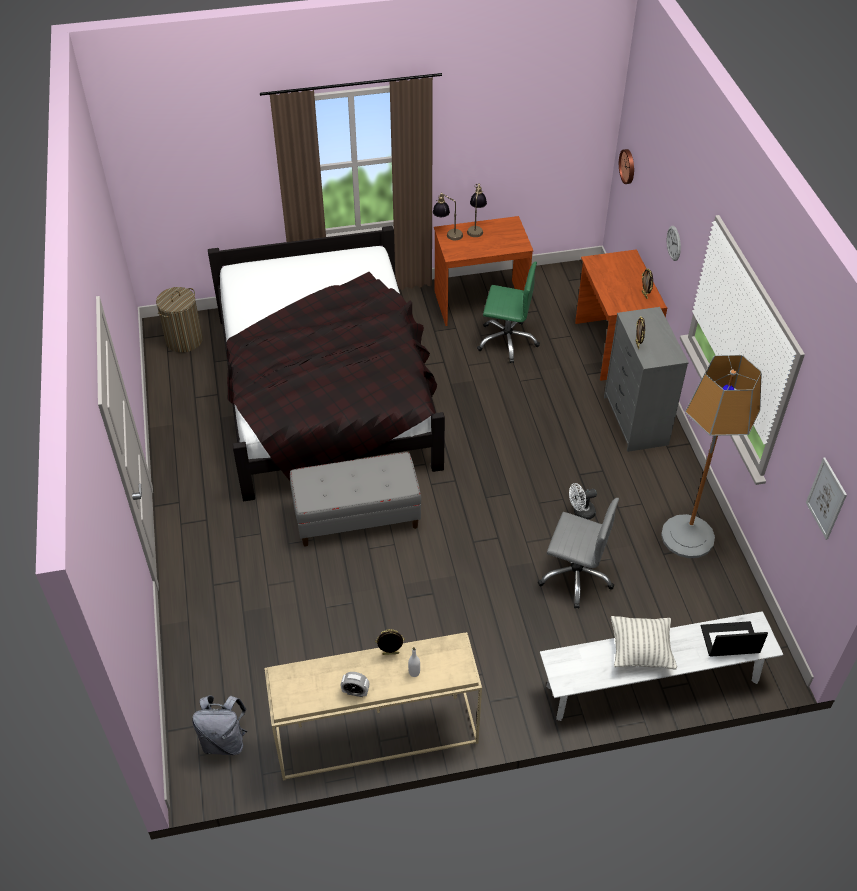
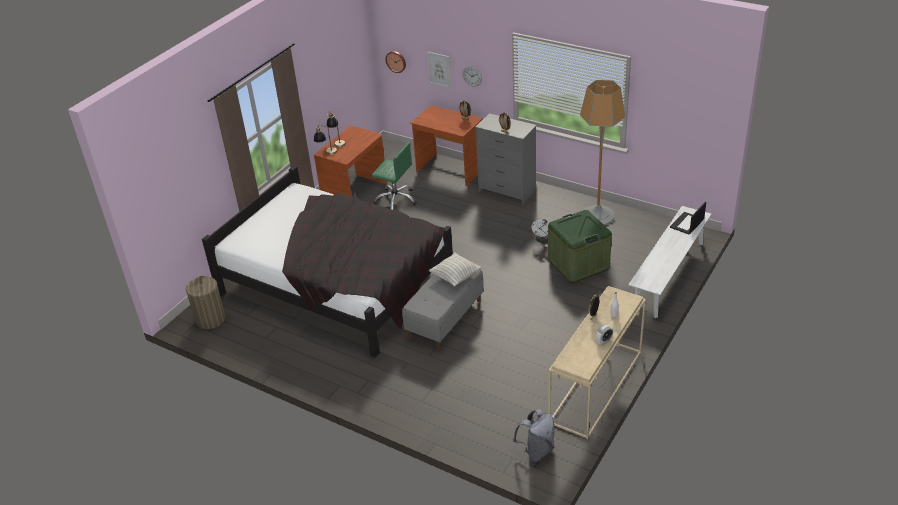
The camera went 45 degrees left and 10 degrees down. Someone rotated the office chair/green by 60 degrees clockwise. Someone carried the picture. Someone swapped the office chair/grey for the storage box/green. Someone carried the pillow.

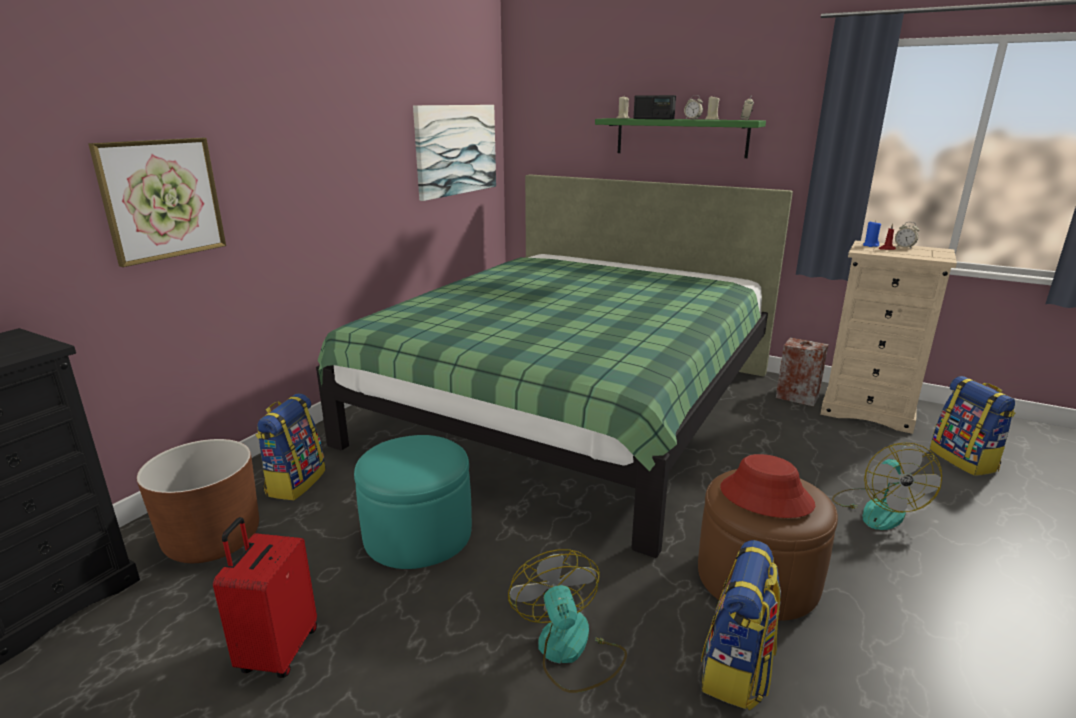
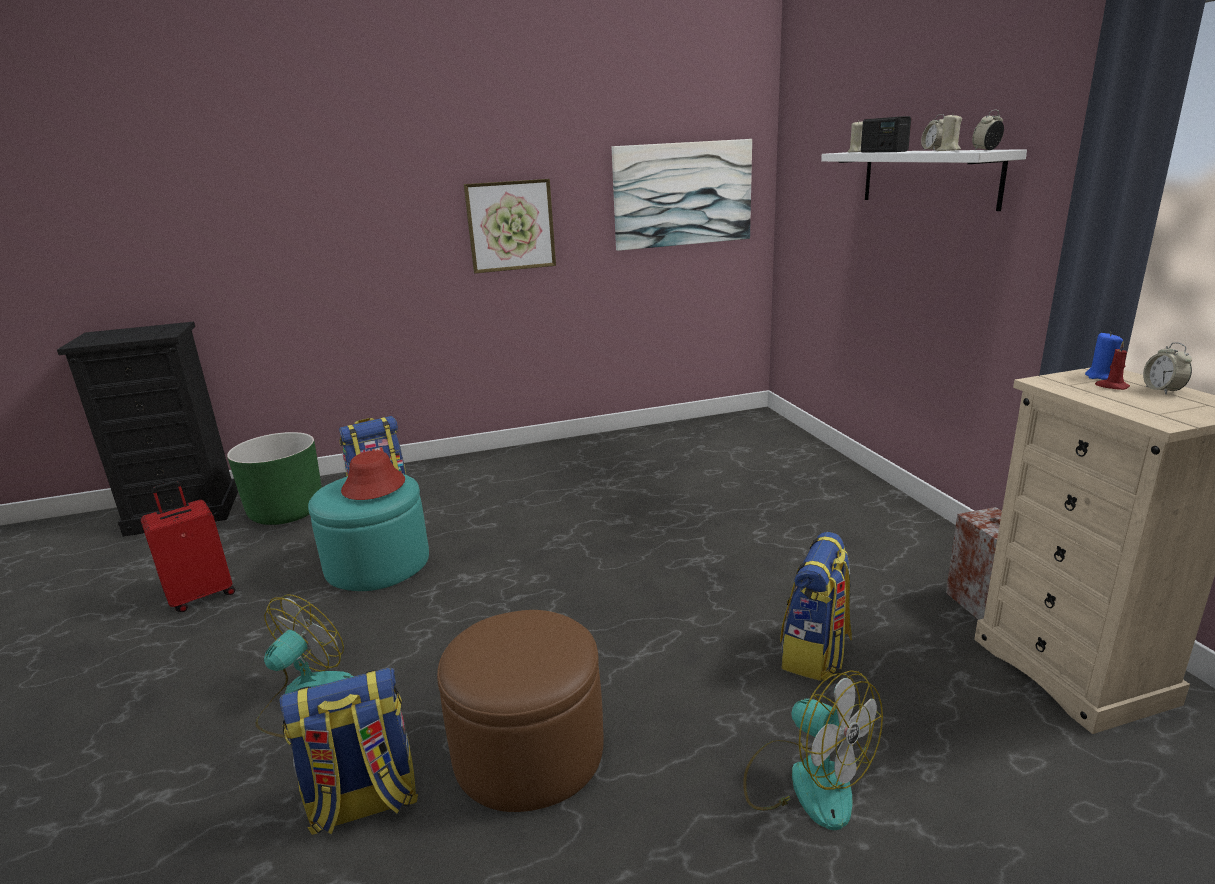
The camera went 45 degrees right and 0 degrees up. Someone repainted the shelf/green, which became the shelf/white. Someone carried the picture (1st from left). Someone took away the bed/green. Someone carried the backpack (3rd from left). Someone repainted the planter/brown, which became the planter/green. Someone rotated the fan (2nd from left) by 90 degrees counterclockwise. Someone carried the hat/red.

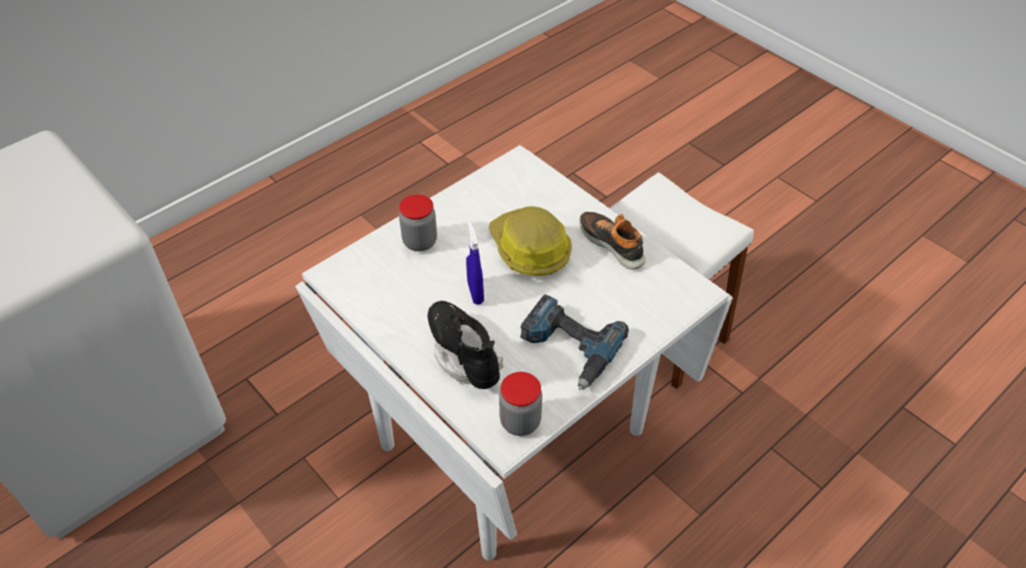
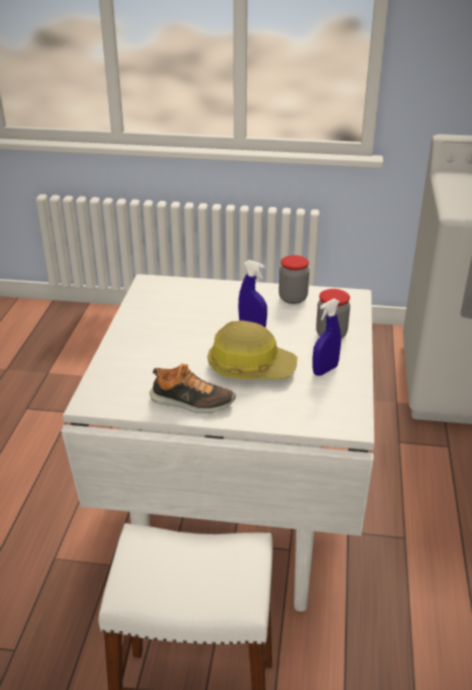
The camera went 140 degrees right and 15 degrees down. Someone took away the power drill. Someone took away the boot/black. Someone carried the jar (2nd from left in the first image). Someone put down the spray bottle/blue (2nd from left).

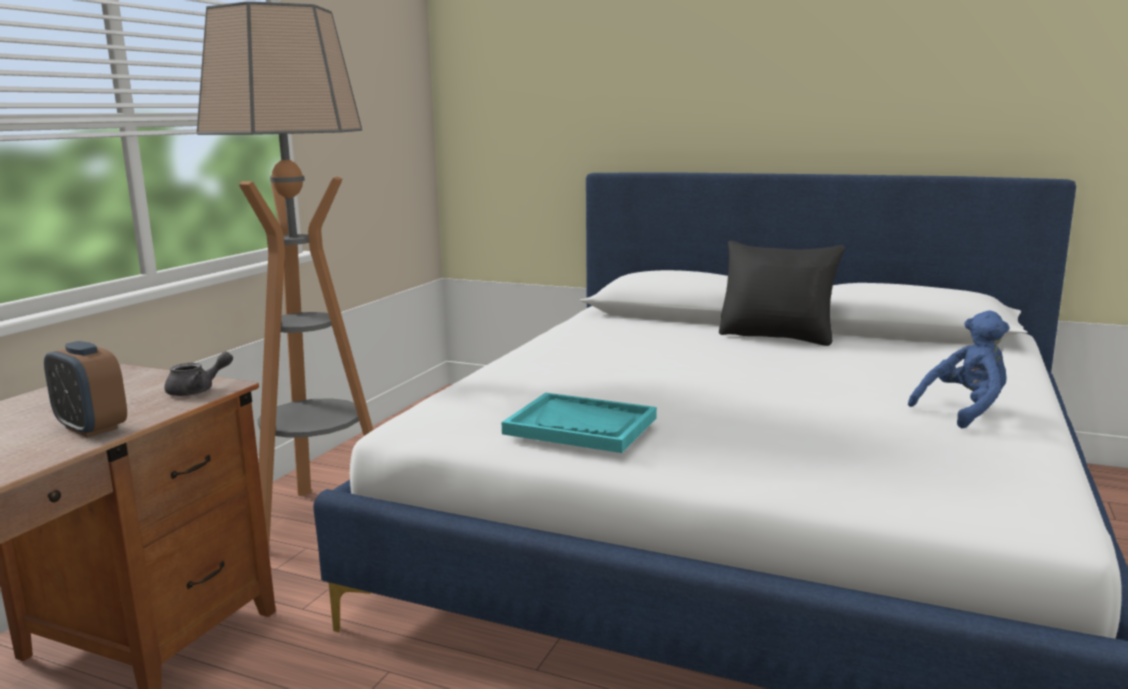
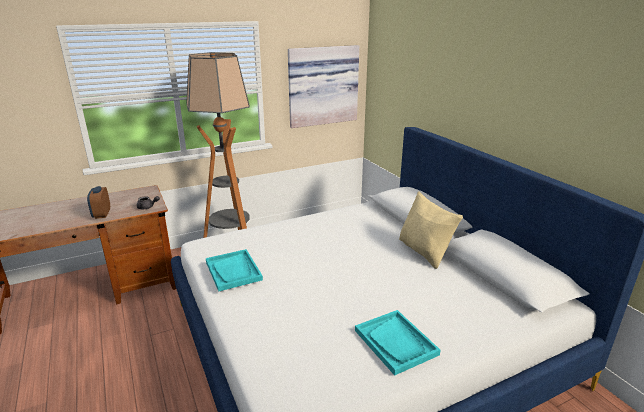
The camera went 40 degrees right and 10 degrees up. Someone repainted the pillow/black, which became the pillow/beige. Someone swapped the plush toy/blue for the tray/turquoise (2nd from left). Someone put up the picture.

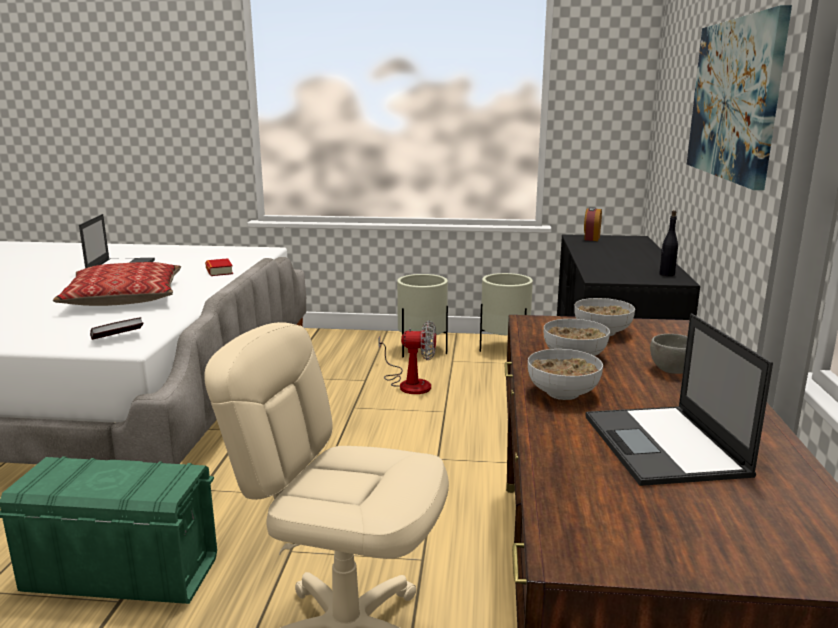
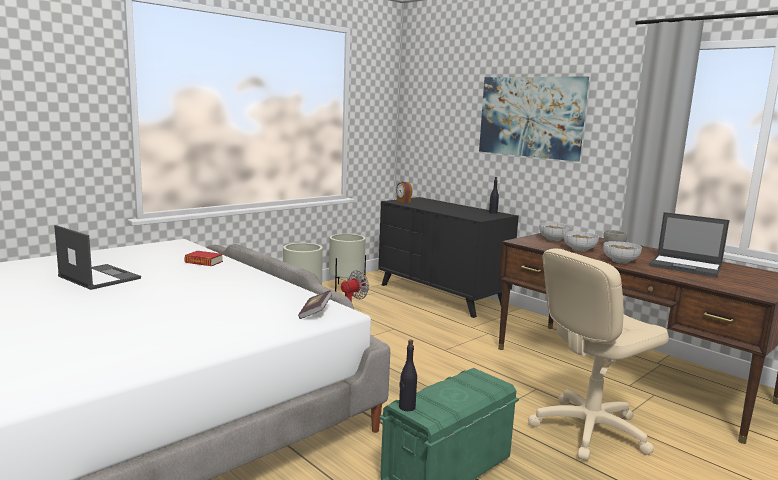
The camera went 50 degrees left and 5 degrees down. Someone took away the pillow. Someone put down the bottle/black (1st from left).

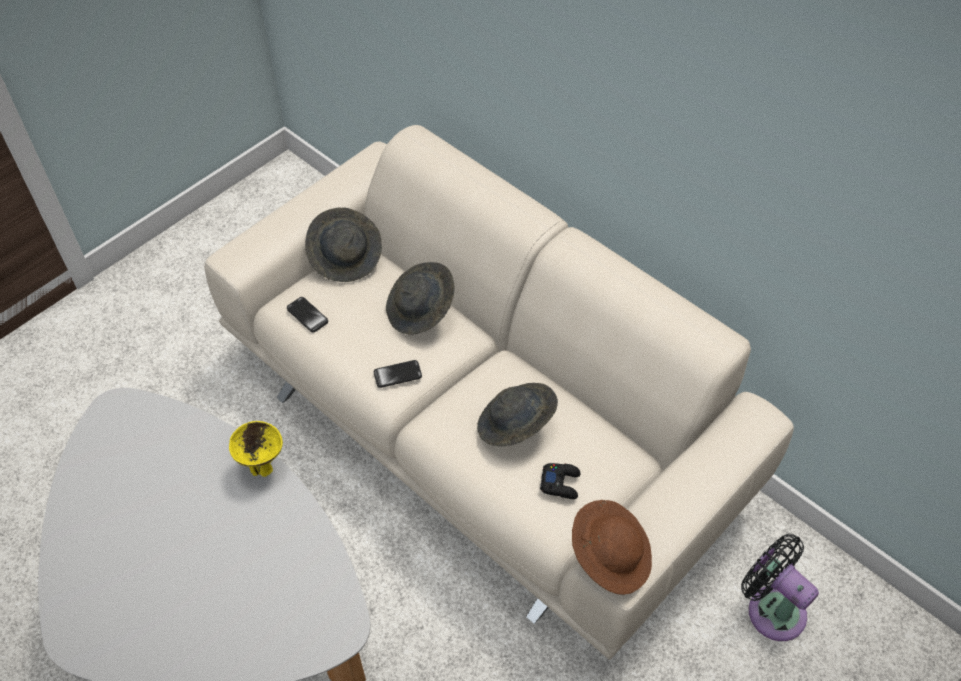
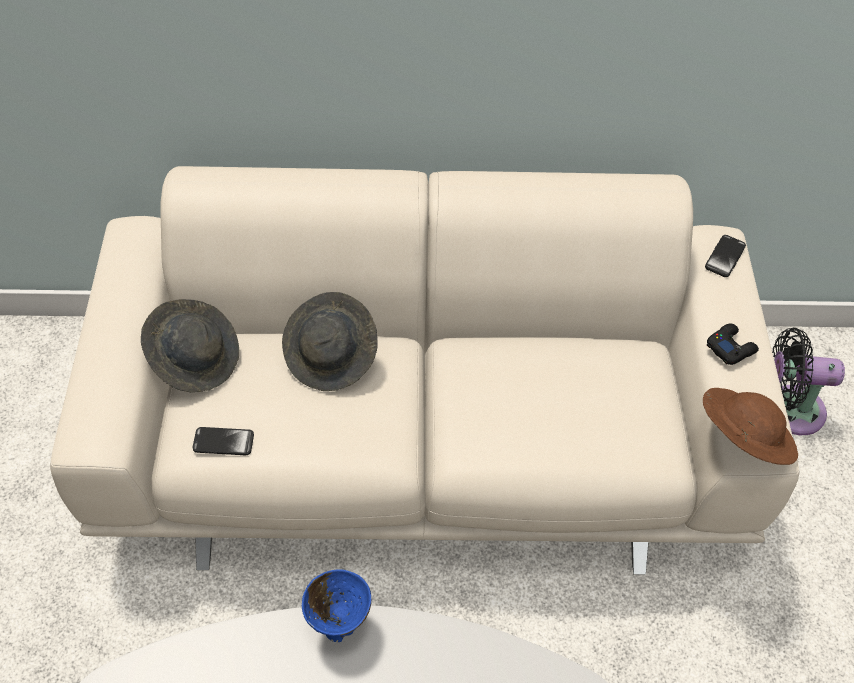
The camera went 45 degrees left and 0 degrees up. Someone carried the phone (2nd from left). Someone took away the hat/grey (3rd from left). Someone repainted the bowl/yellow, which became the bowl/blue. Someone carried the game controller/black.

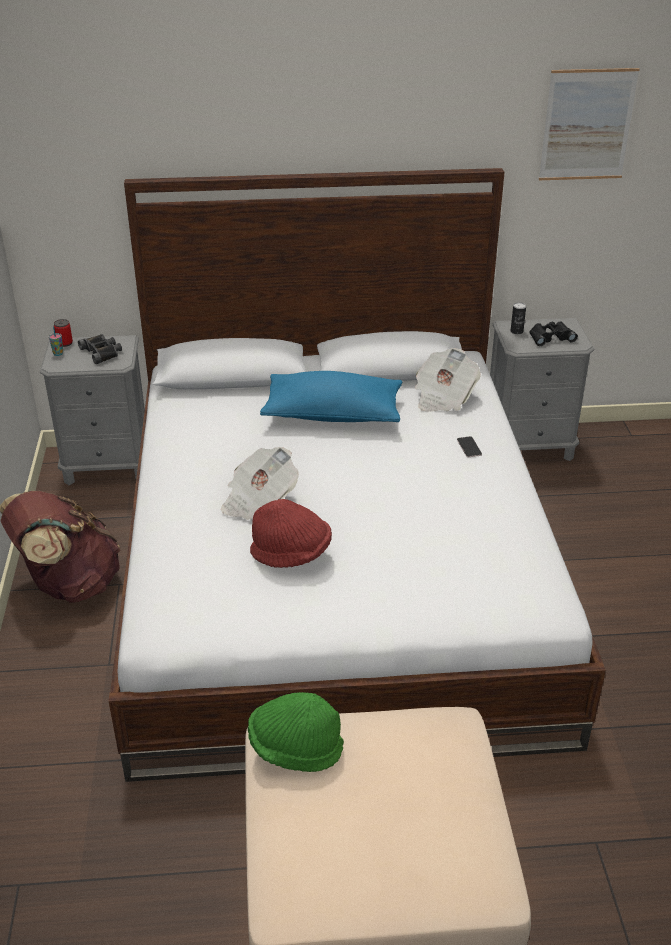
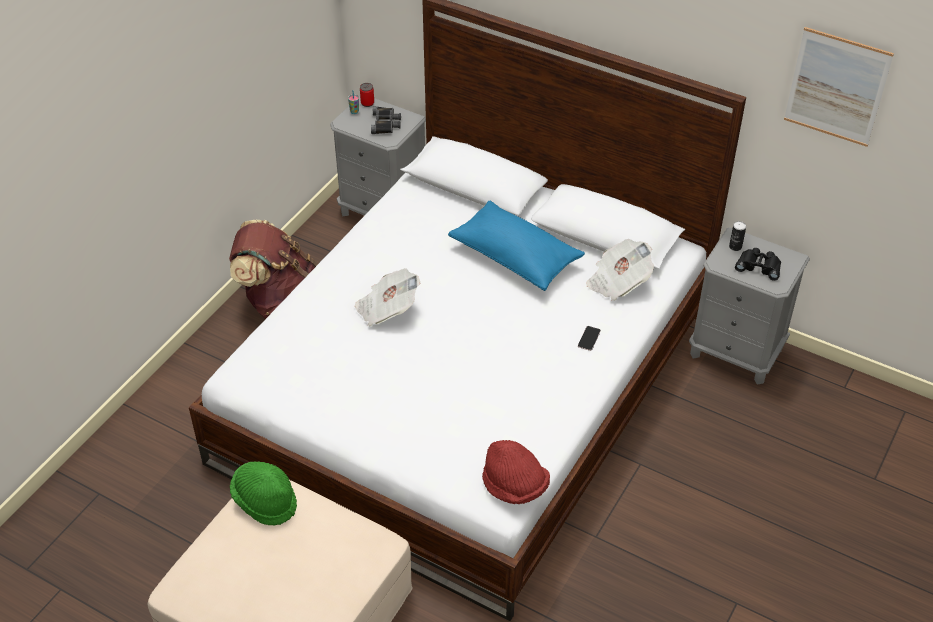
The camera went 35 degrees right and 10 degrees up. Someone carried the hat/red.

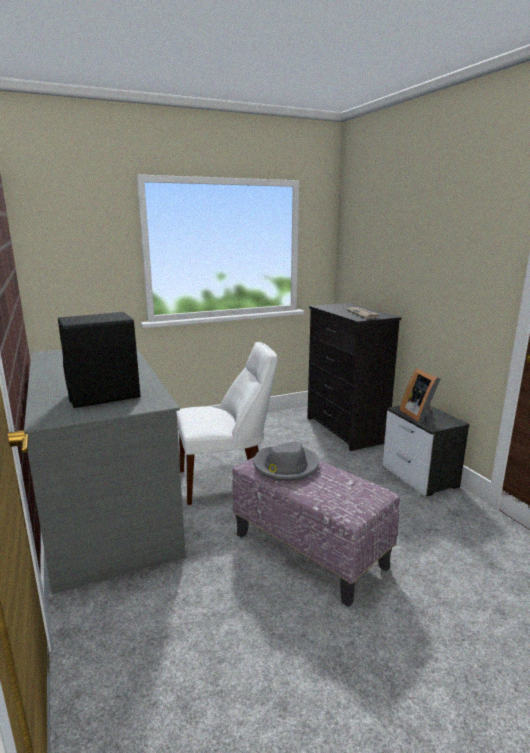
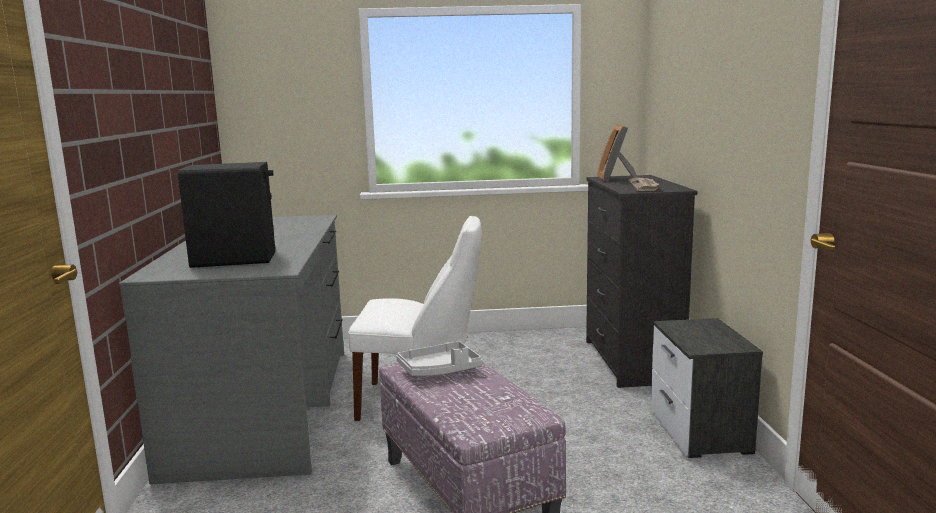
The camera went 20 degrees right and 5 degrees down. Someone carried the picture frame. Someone swapped the hat/grey for the tray/grey.

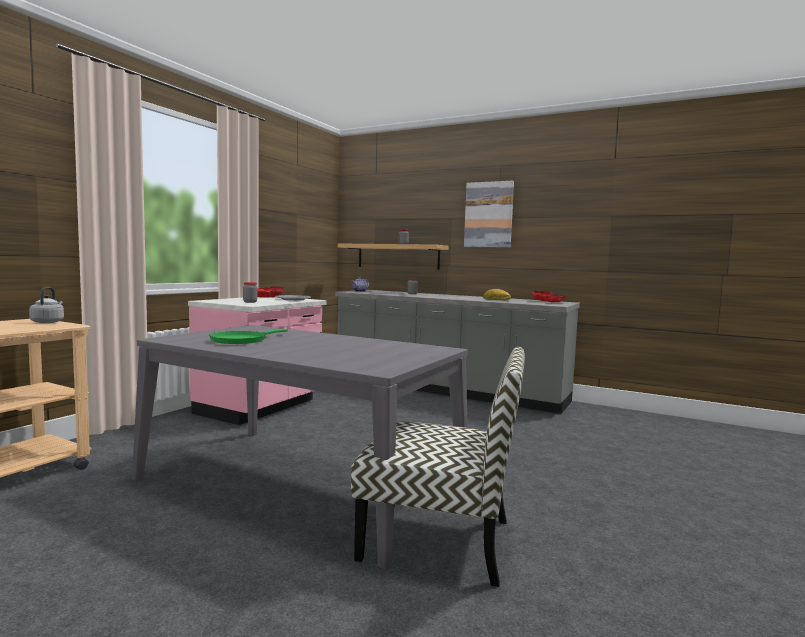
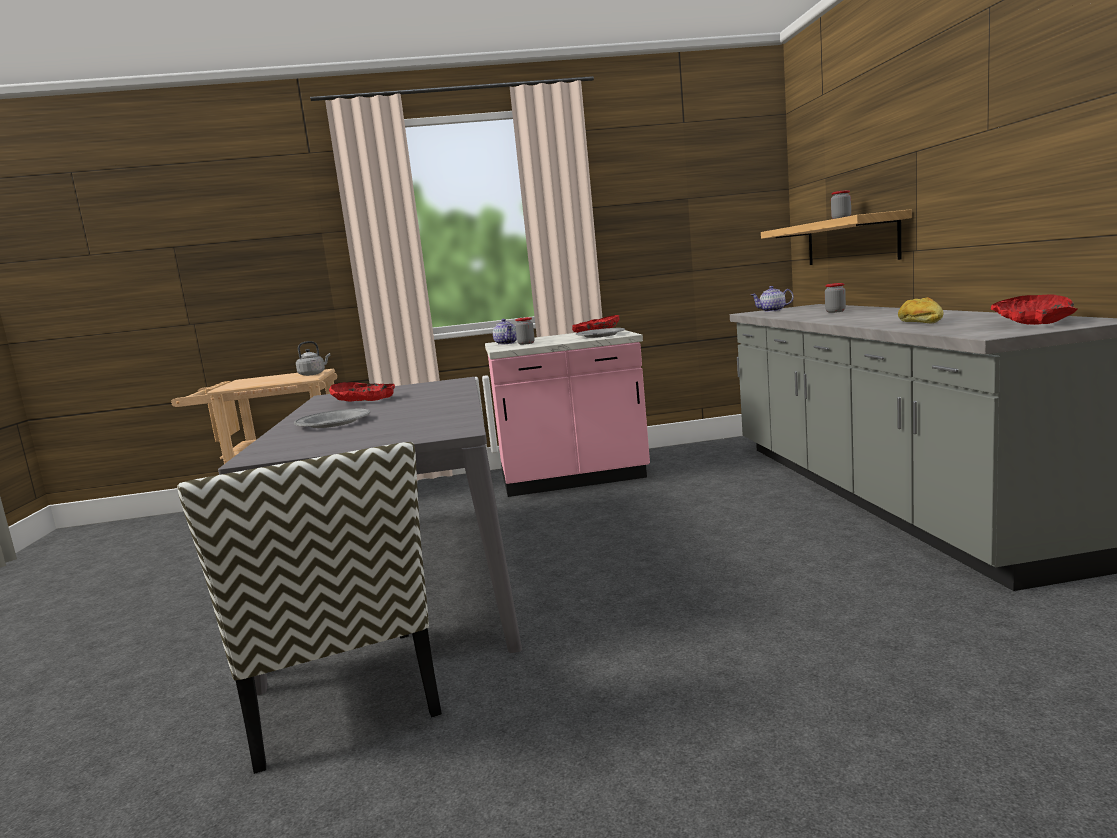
The camera went 55 degrees right and 5 degrees up. Someone took away the picture. Someone swapped the frying pan/green for the bowl/red (1st from left). Someone put down the teapot (1st from left). Someone put down the plate/grey (1st from left).

